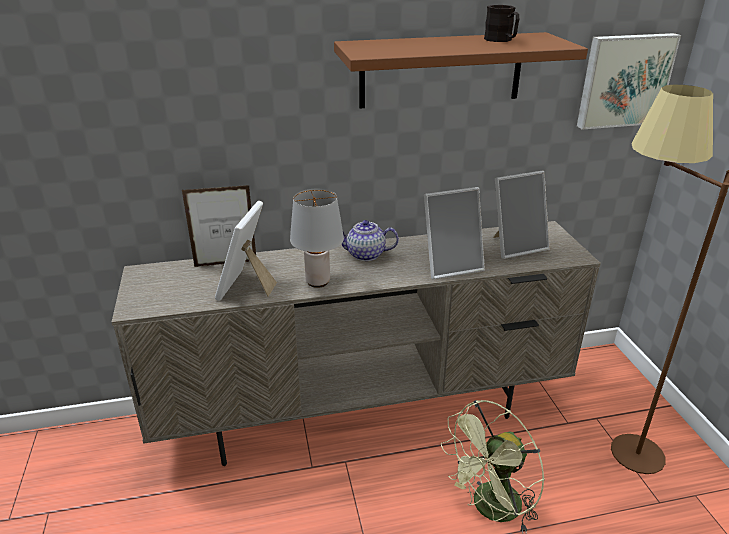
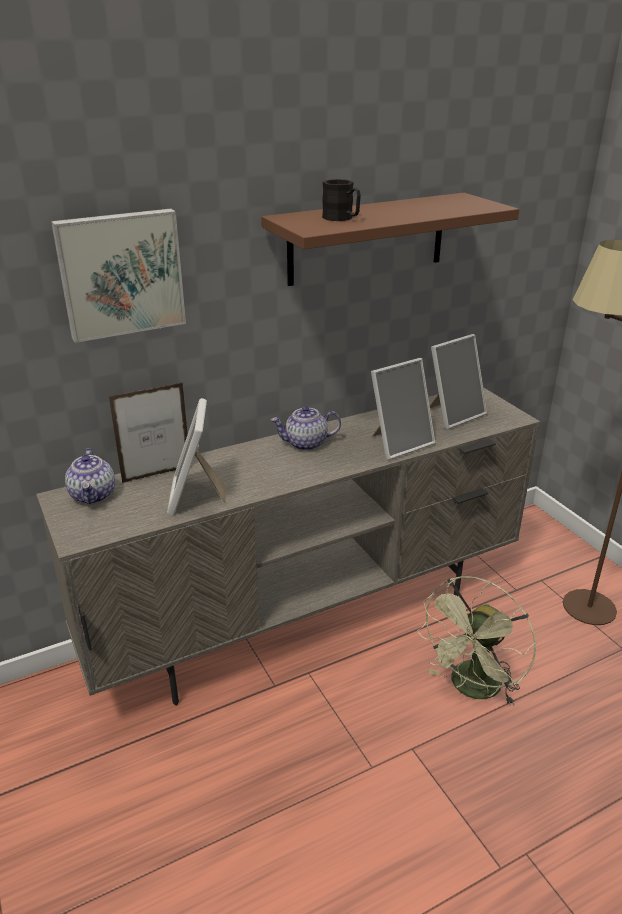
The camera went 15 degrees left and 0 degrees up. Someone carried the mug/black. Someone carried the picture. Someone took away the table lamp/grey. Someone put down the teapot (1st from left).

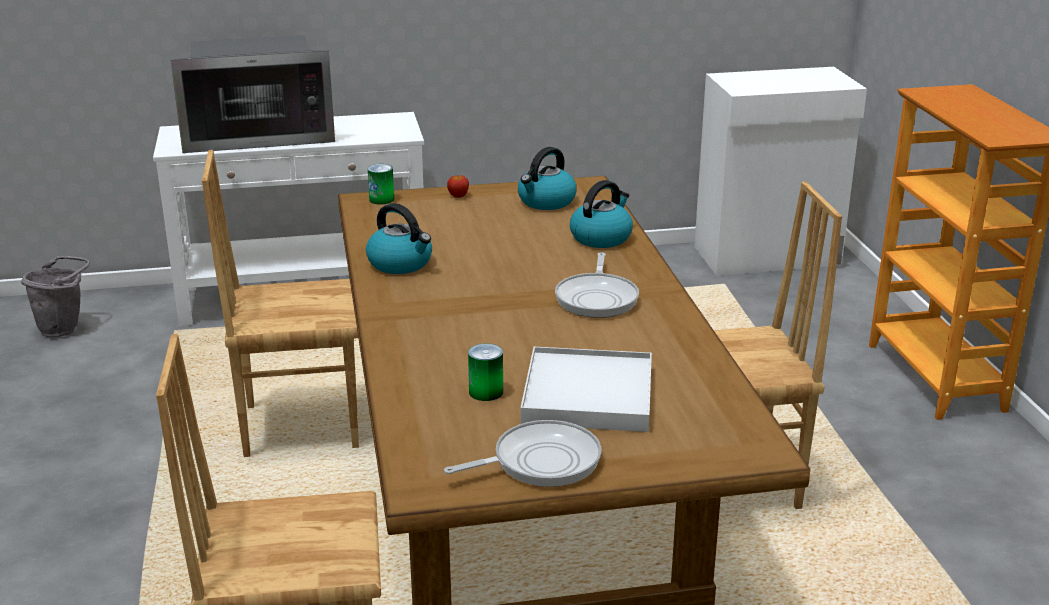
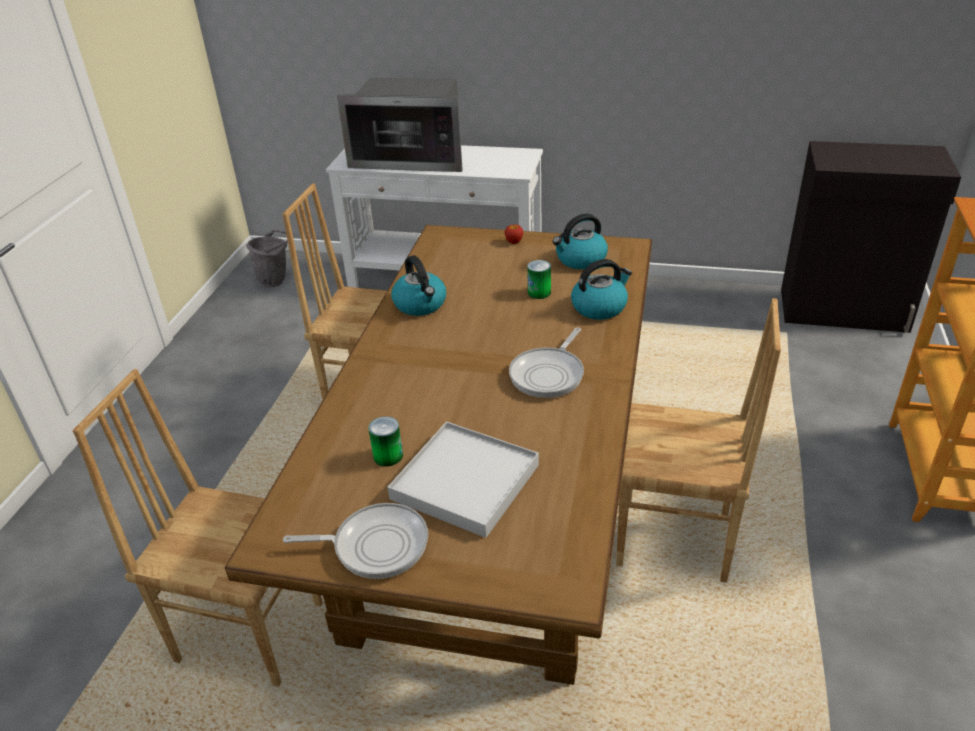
The camera went 25 degrees right and 10 degrees up. Someone repainted the cabinet/white, which became the cabinet/black. Someone carried the can (1st from left in the first image).

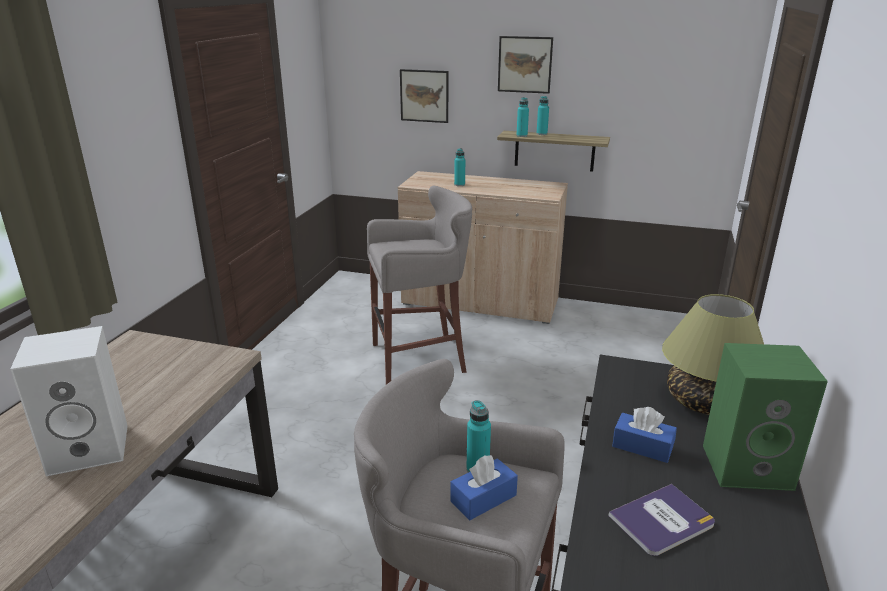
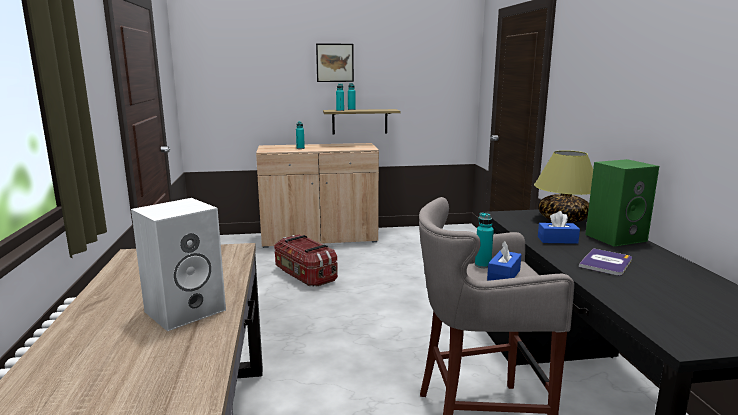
The camera went 25 degrees left and 10 degrees down. Someone took away the picture (1st from left). Someone swapped the stool/grey (1st from left) for the storage box.

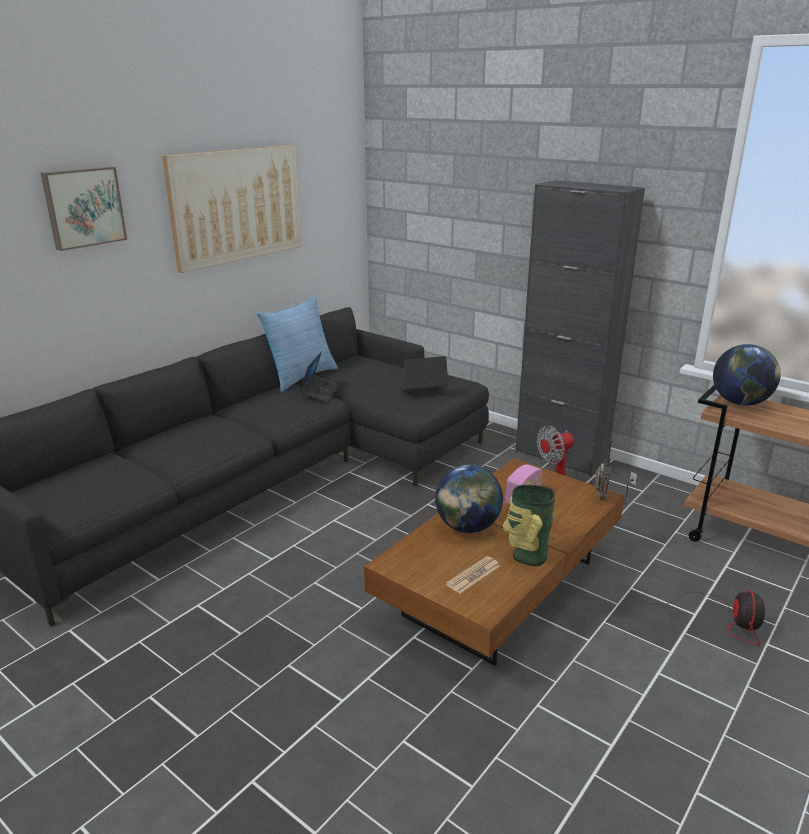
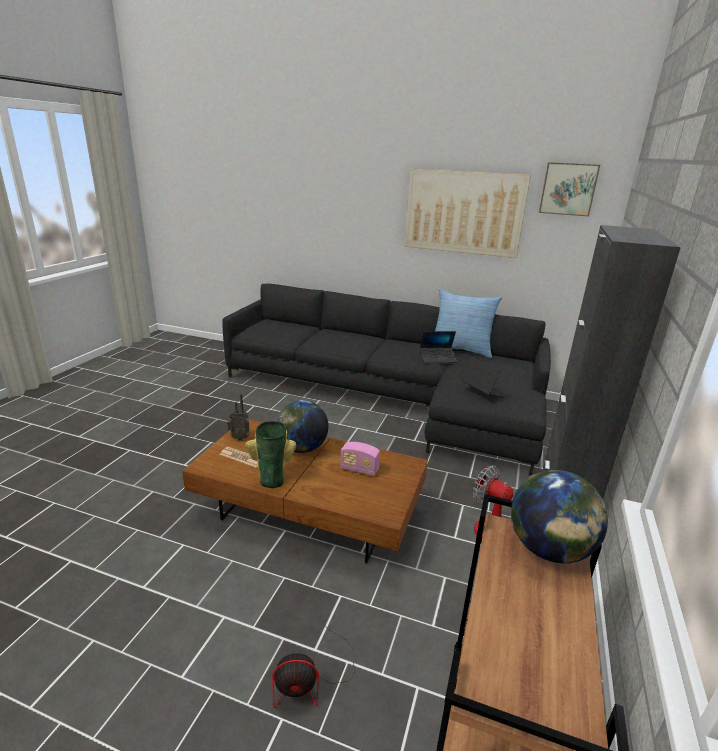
The camera went 70 degrees right and 0 degrees up. Someone carried the picture (1st from left in the first image). Someone carried the radio (2nd from left in the first image).

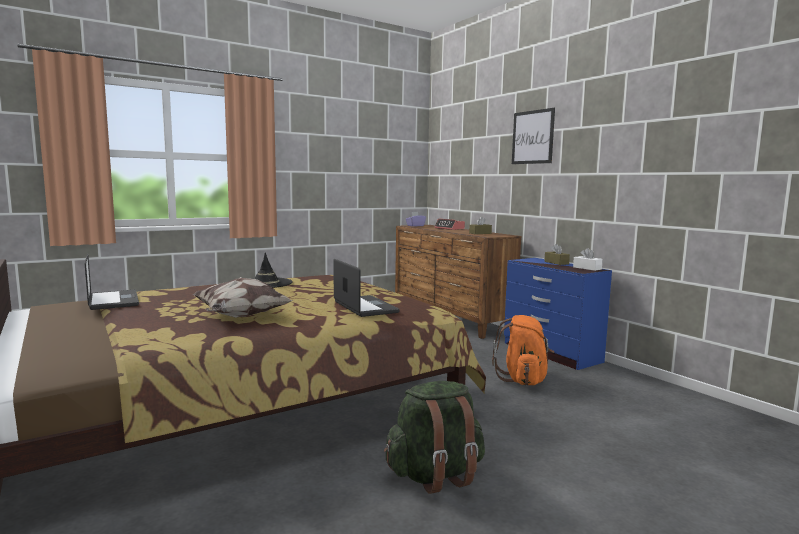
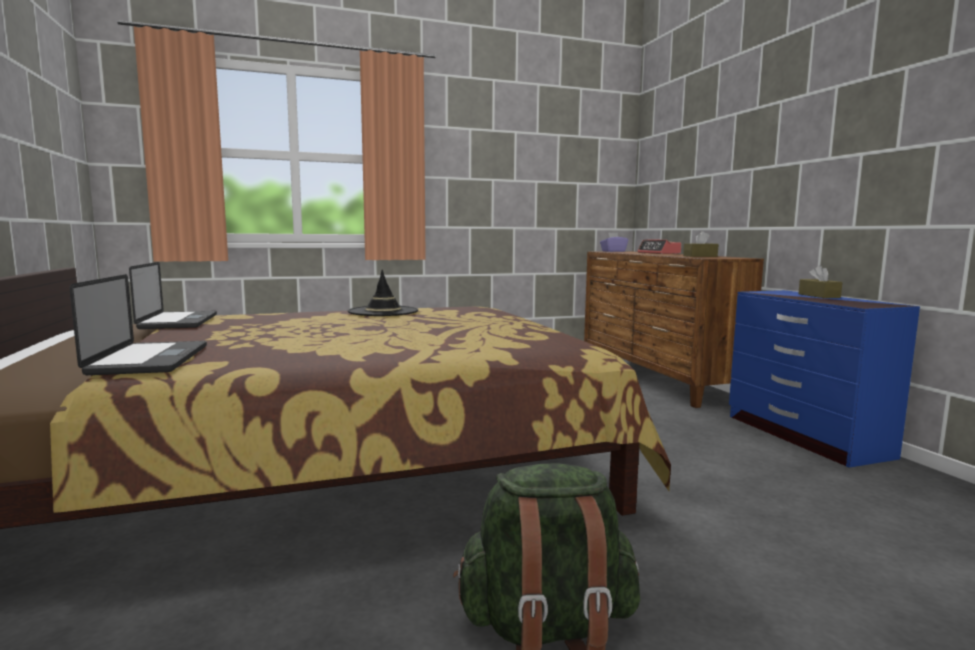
The camera went 15 degrees right and 0 degrees up. Someone took away the picture. Someone took away the tissue box/white. Someone carried the laptop (2nd from left in the first image). Someone took away the pillow. Someone took away the backpack/orange.

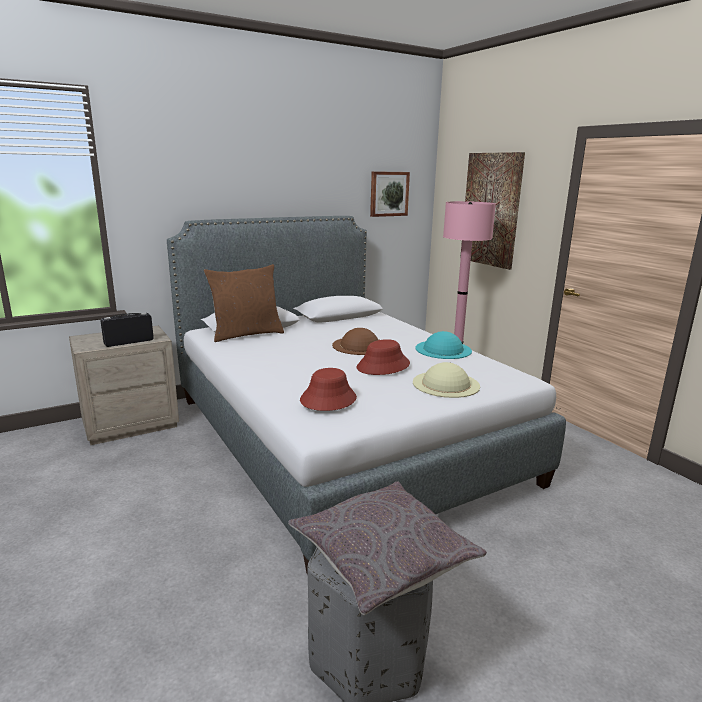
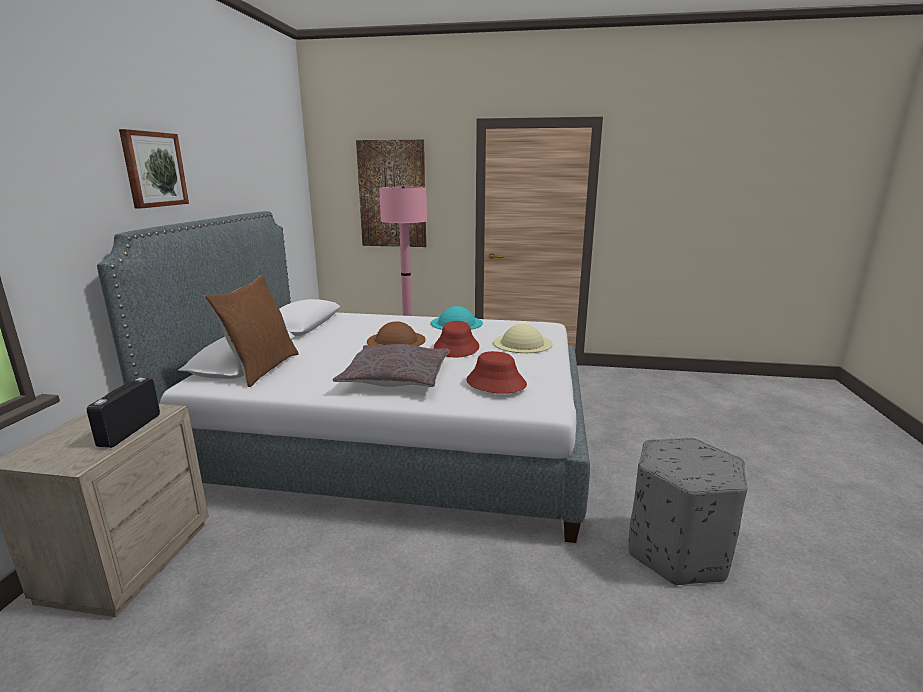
The camera went 50 degrees left and 0 degrees up. Someone carried the picture (1st from left). Someone carried the pillow/grey.

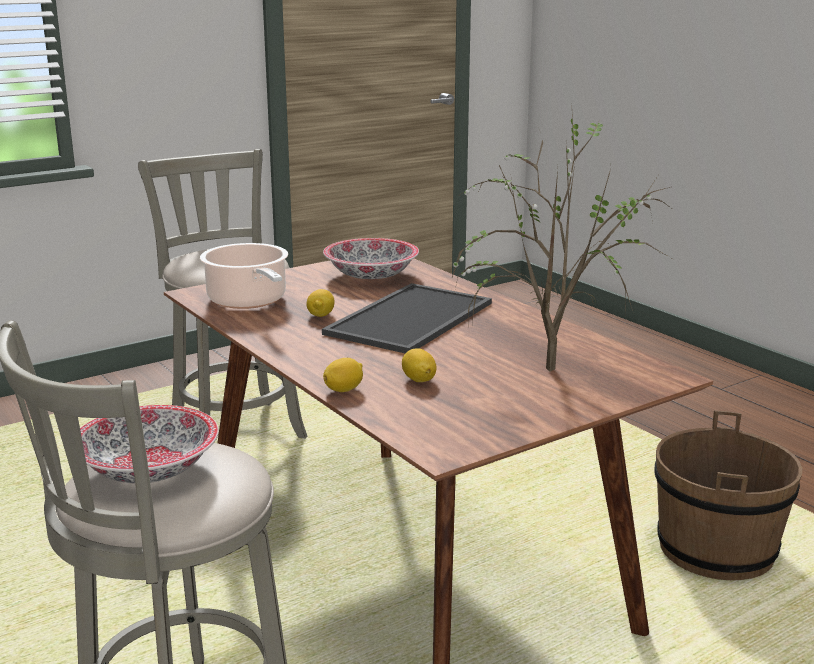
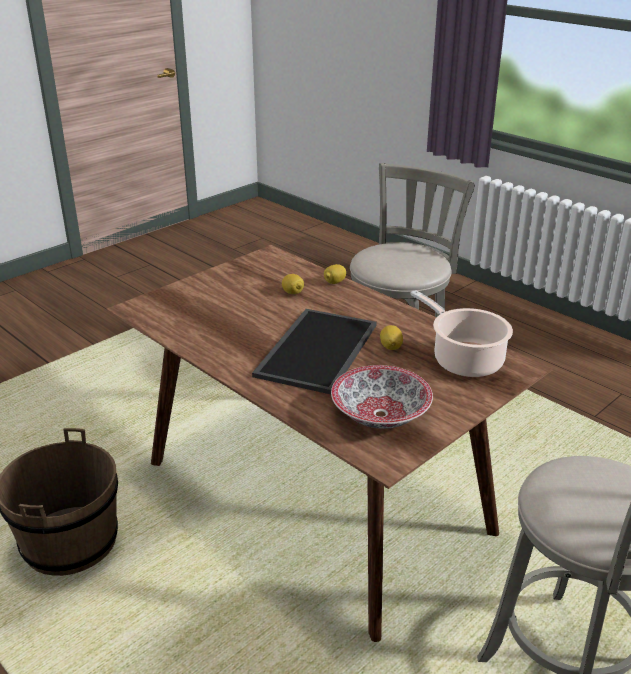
The camera went 170 degrees right and 10 degrees up. Someone took away the potted plant. Someone took away the bowl (1st from left).

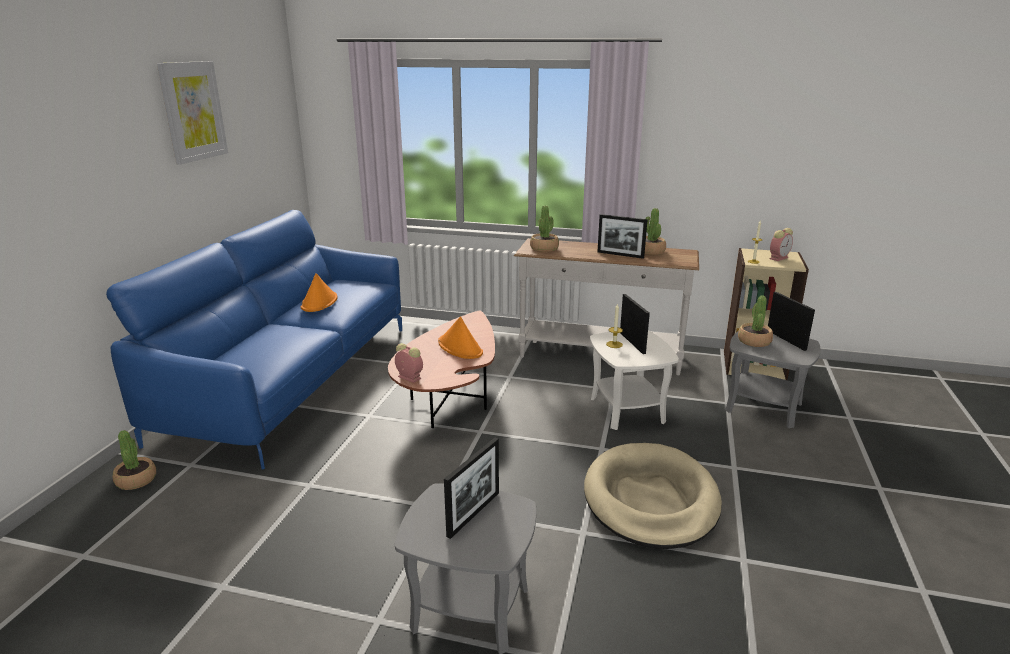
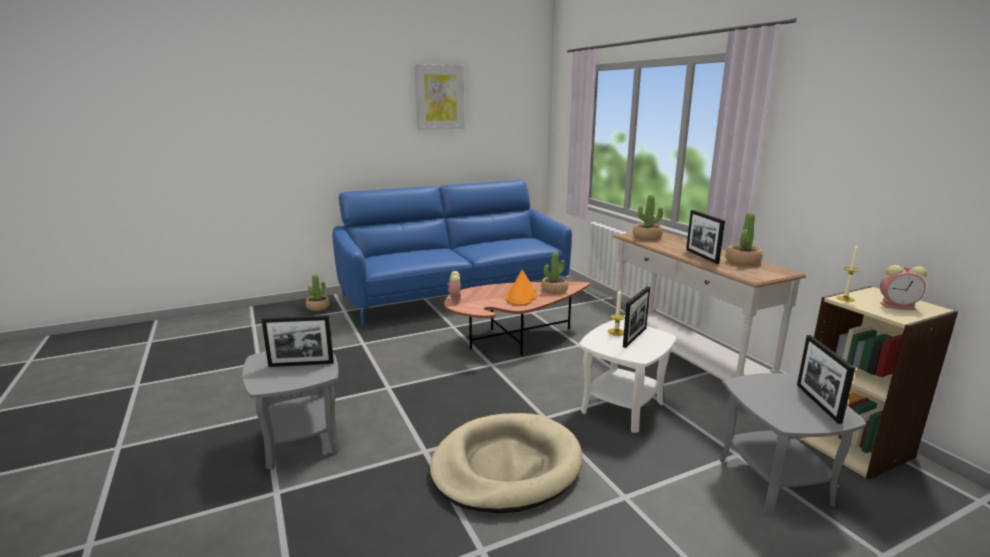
The camera went 50 degrees right and 5 degrees down. Someone took away the hat/orange (1st from left). Someone rotated the picture frame (4th from left) by 150 degrees clockwise. Someone carried the potted plant (4th from left in the first image).

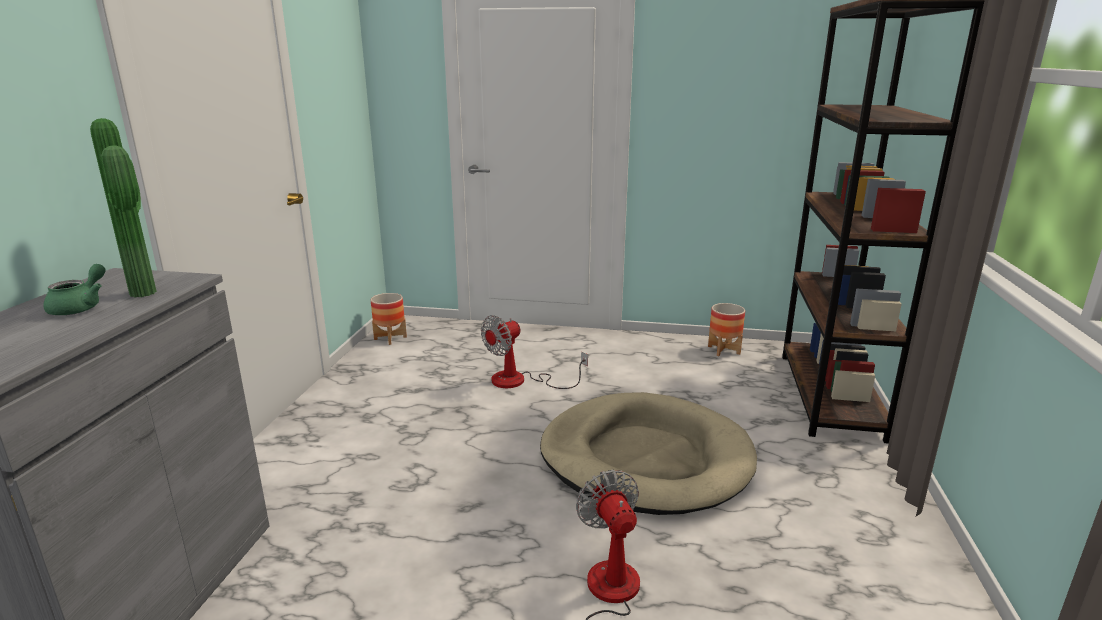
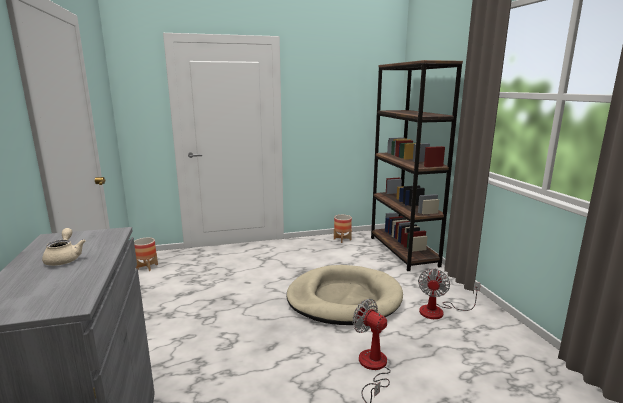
The camera went 25 degrees left and 5 degrees down. Someone took away the potted plant. Someone repainted the teapot/green, which became the teapot/beige. Someone carried the fan (1st from left in the first image).

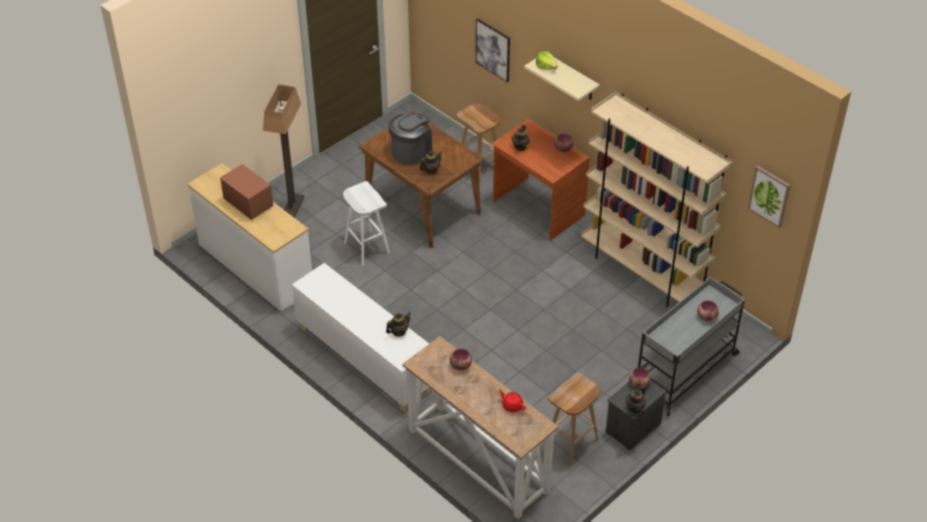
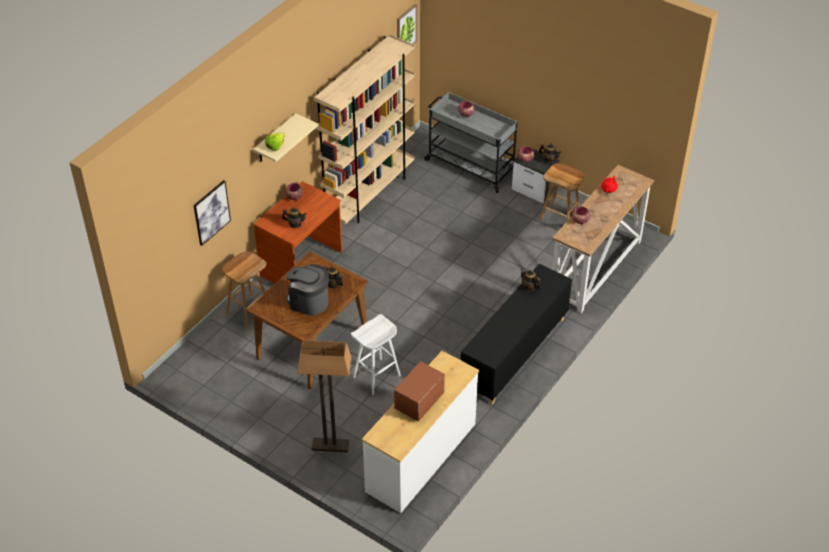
The camera went 100 degrees left and 0 degrees up. Someone repainted the cabinet/white, which became the cabinet/black.

